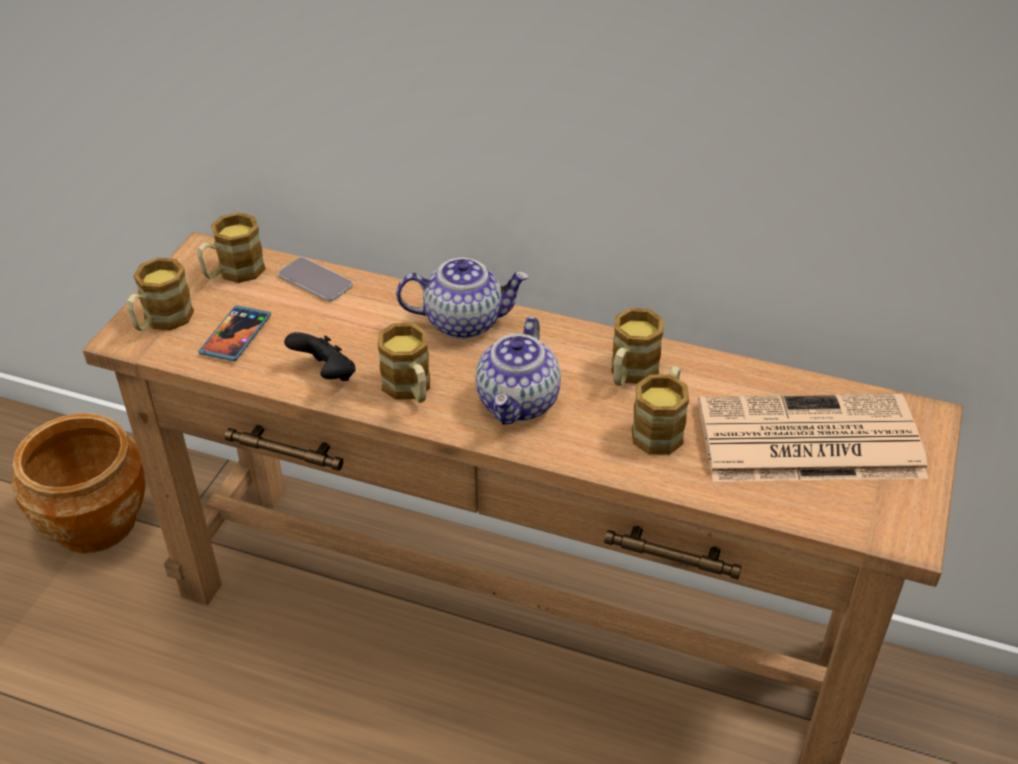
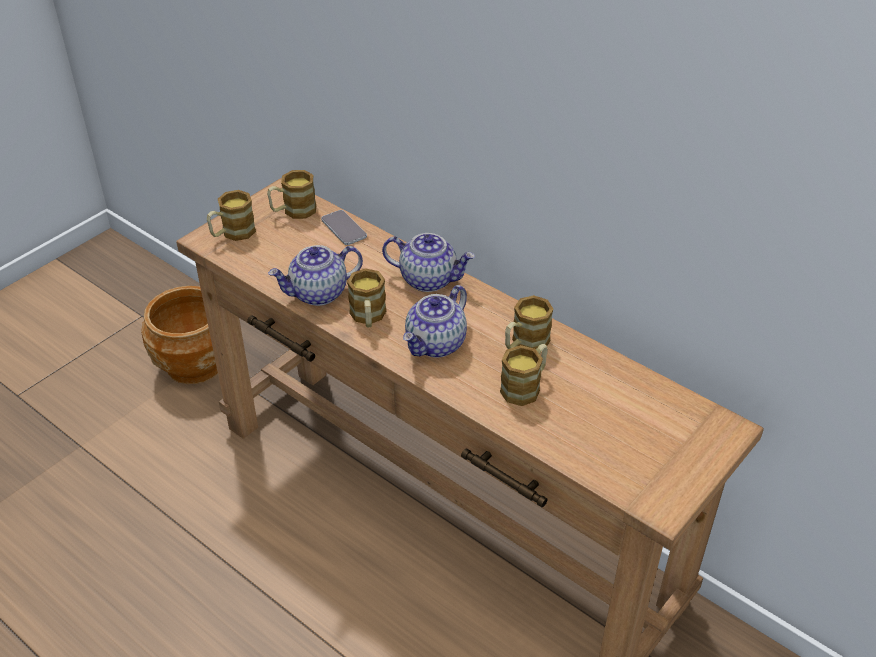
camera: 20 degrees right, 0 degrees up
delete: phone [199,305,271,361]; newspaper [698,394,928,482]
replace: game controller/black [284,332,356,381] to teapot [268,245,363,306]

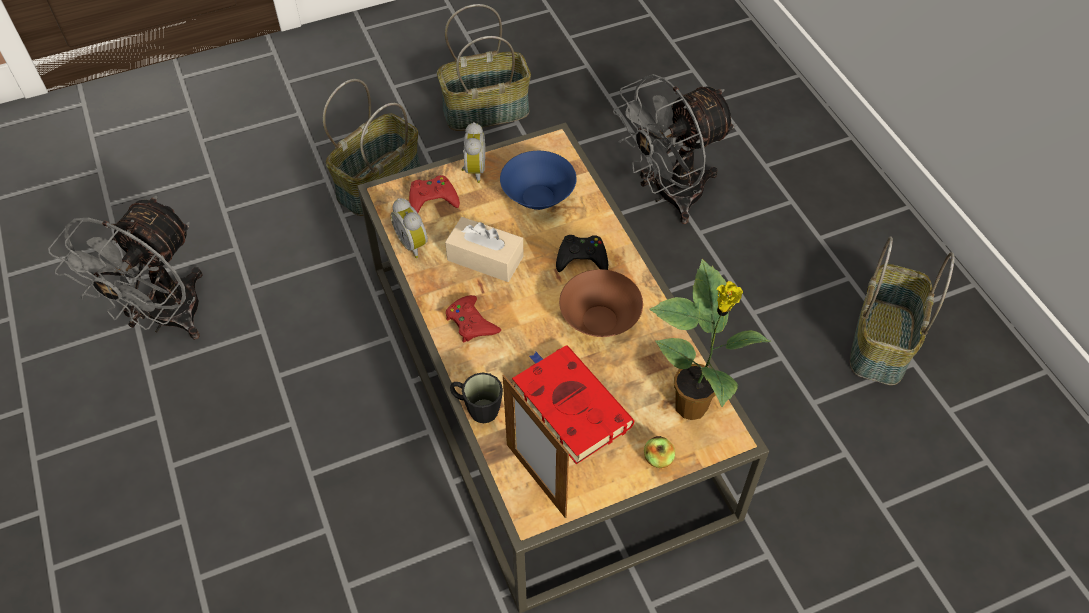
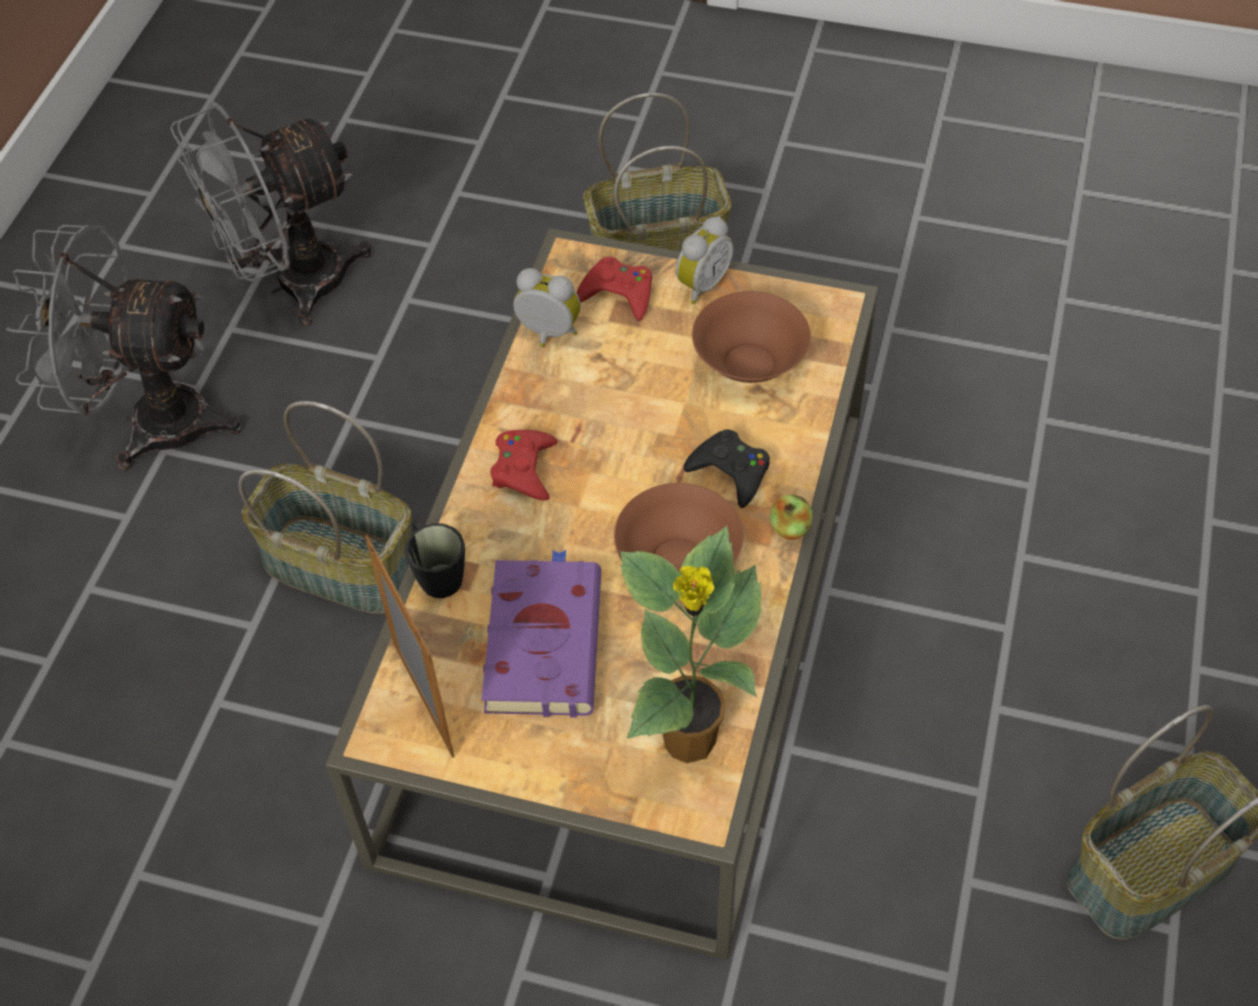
camera: 40 degrees right, 0 degrees up
delete: tissue box/beige [445,217,524,282]
move: fan/grey [613,74,737,224] to [6,225,242,470]; basket [437,4,531,131] to [239,401,412,614]; apple [644,436,675,468] to [770,495,813,540]
recolor: book/red [512,345,634,464] to book/purple [482,550,601,718]; bowl/blue [500,151,577,210] to bowl/brown [692,291,811,383]
rotate: picture frame [503,375,569,518] = [365,535,455,758] 150 degrees clockwise; alarm clock [391,198,428,258] = [513,268,581,347] 105 degrees clockwise

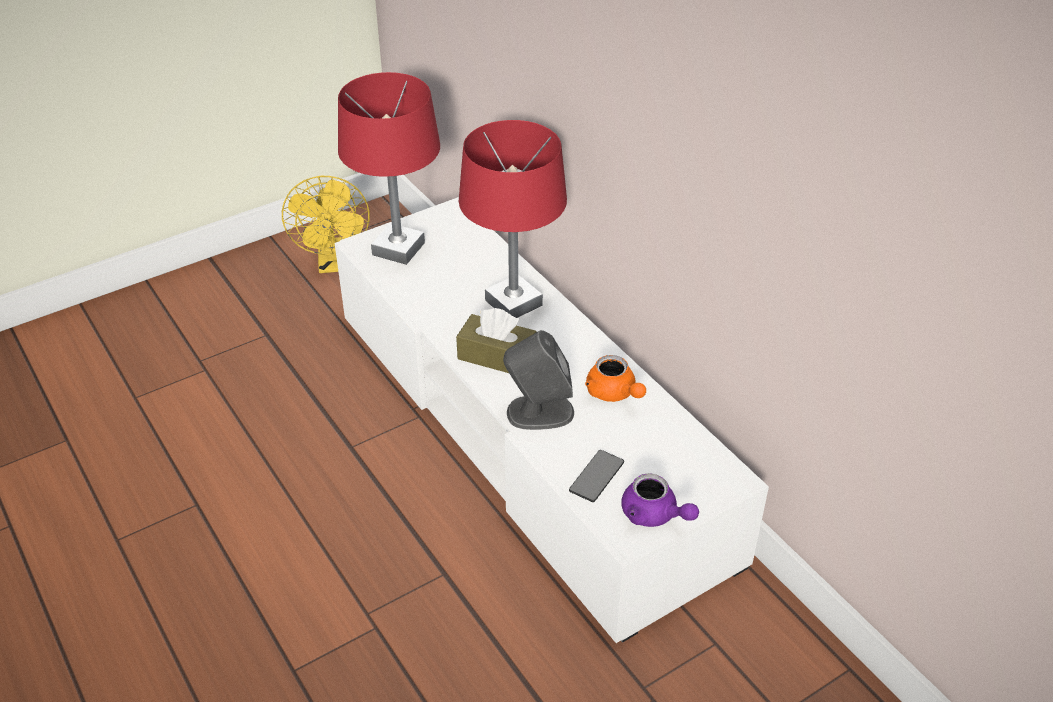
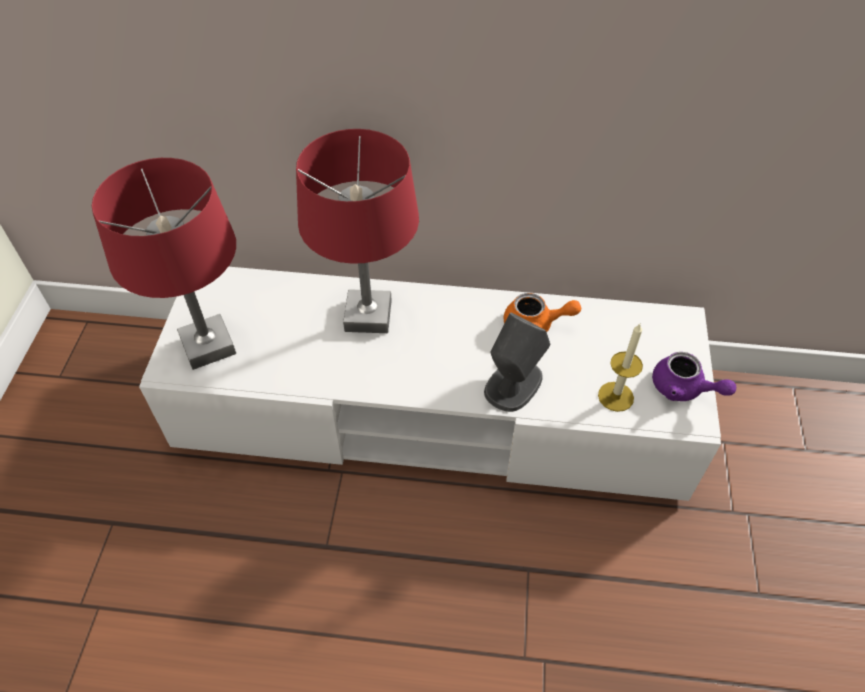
camera: 50 degrees left, 10 degrees up
delete: fan/yellow [282,176,370,273]; tissue box/brown [456,308,537,373]
replace: phone [569,450,624,502] to candle [598,324,643,412]
rotate: teapot/purple [621,473,699,527] = [652,352,736,401] 45 degrees clockwise

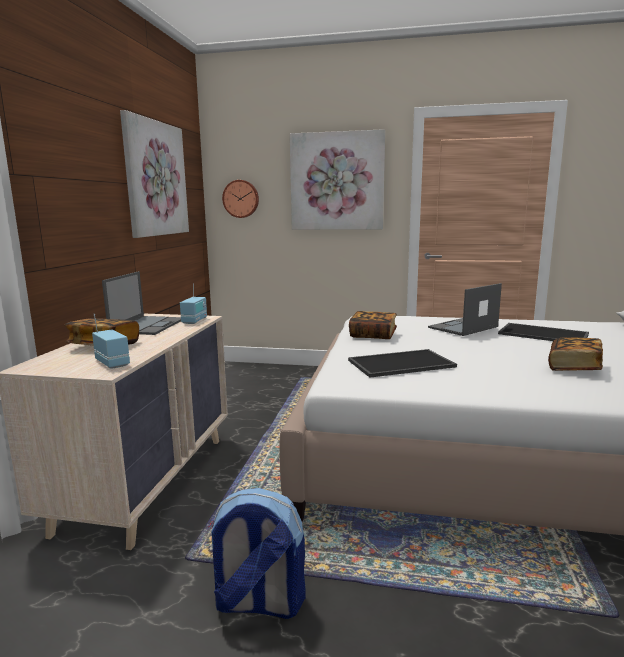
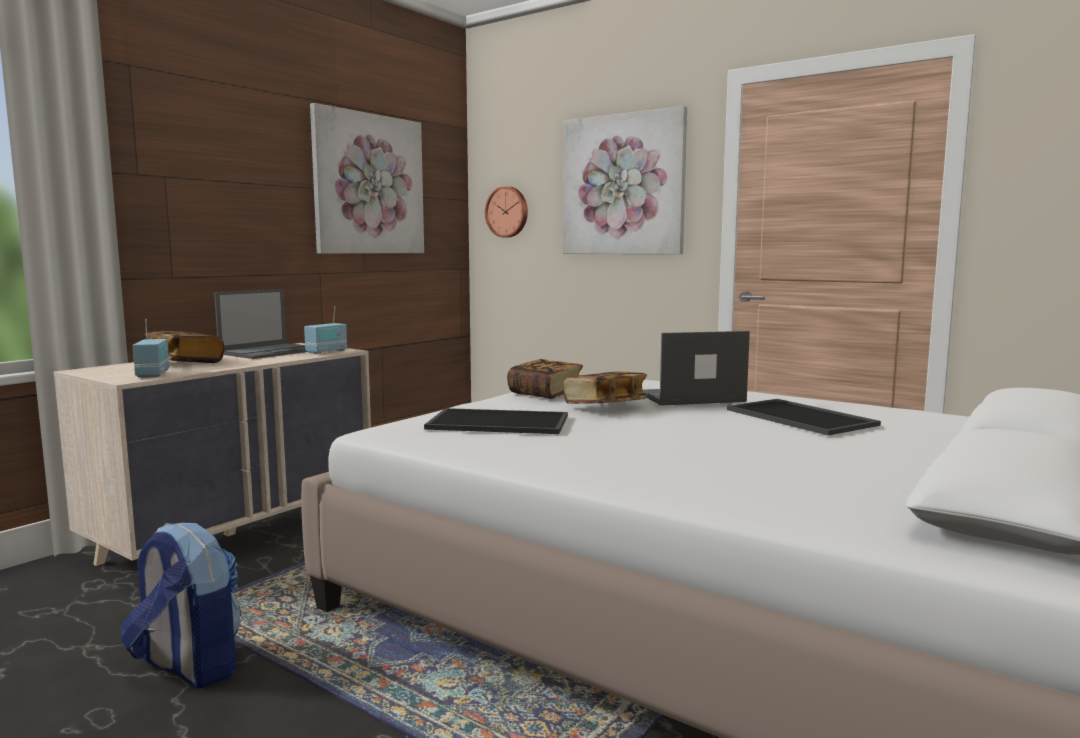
camera: 25 degrees right, 5 degrees down
move: book [548,338,603,371] to [563,372,648,404]

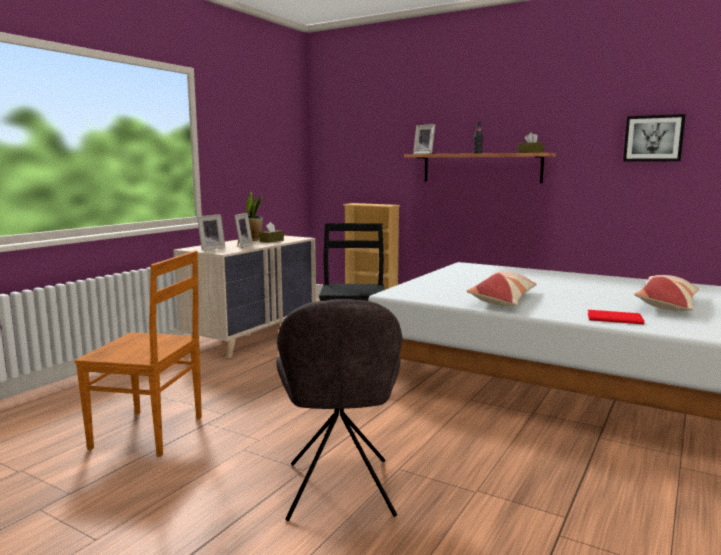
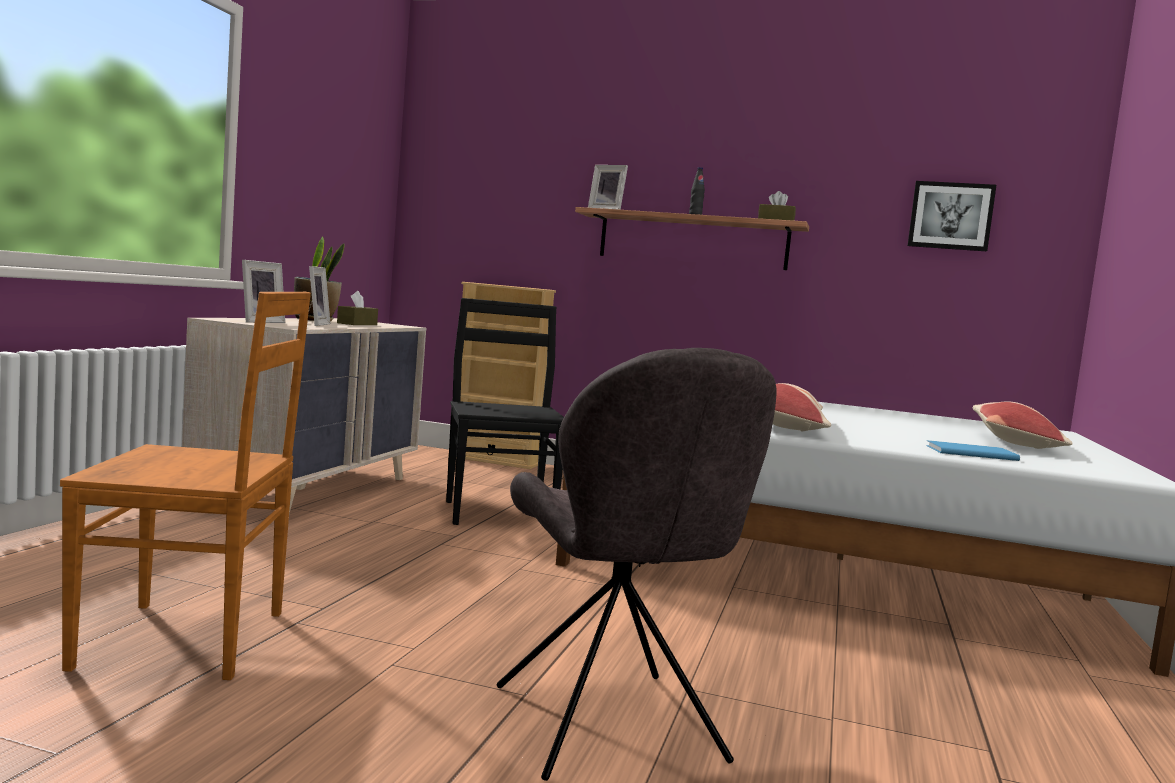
camera: 15 degrees left, 5 degrees down
recolor: book/red [588,310,644,324] to book/blue [926,440,1020,461]

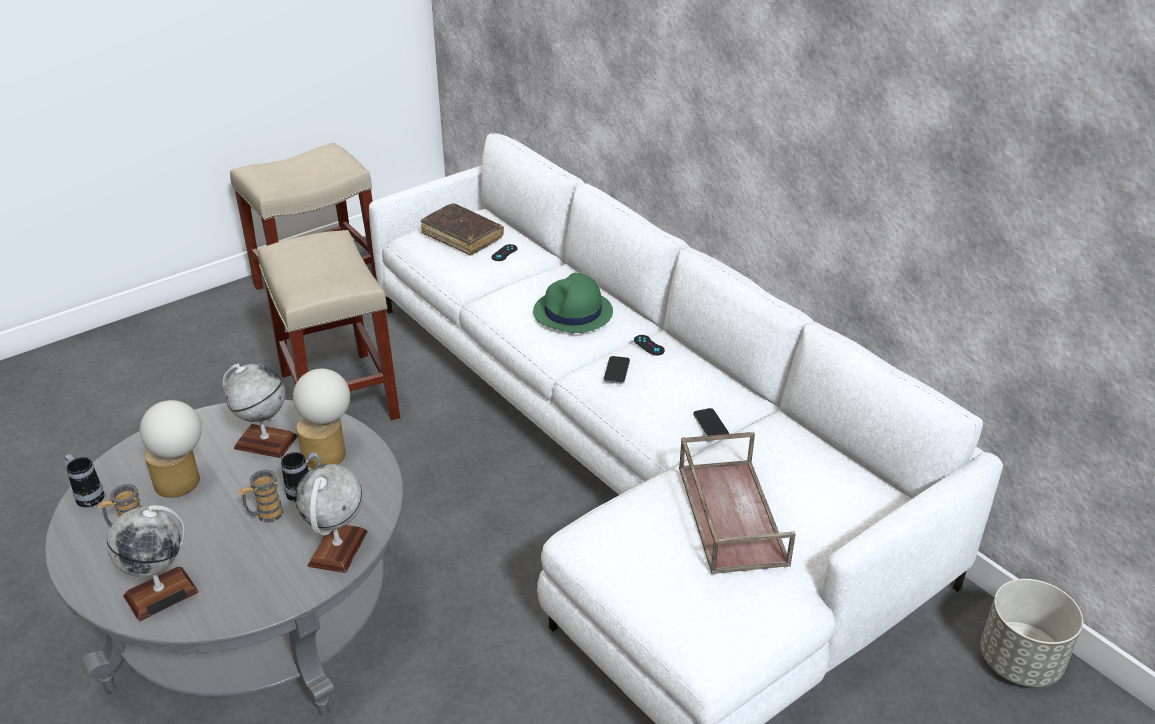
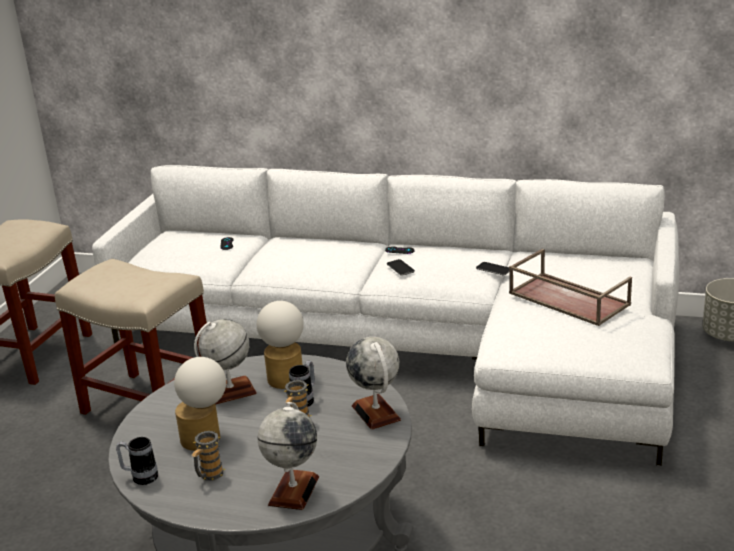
camera: 35 degrees left, 10 degrees down
delete: book/brown [421,203,504,256]; hat/green [533,273,613,333]

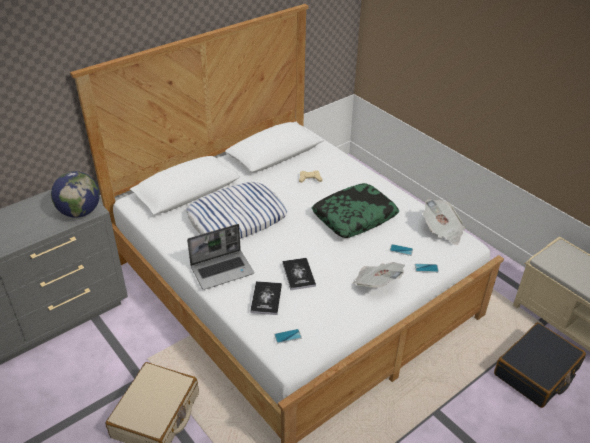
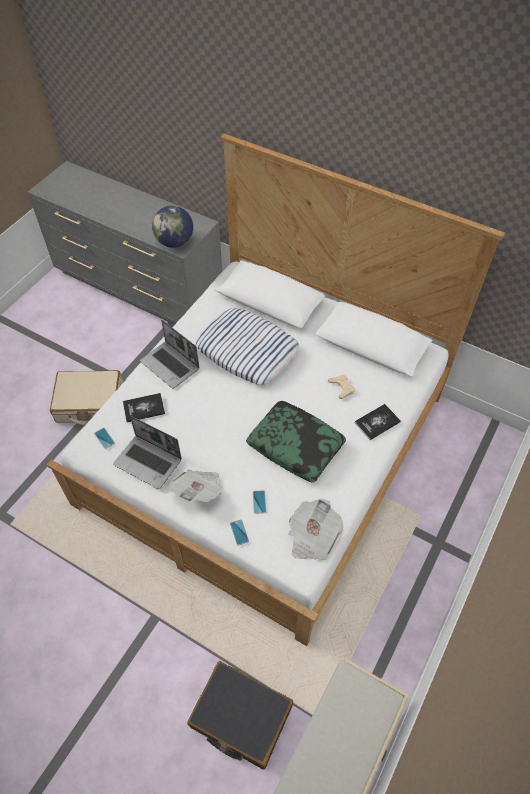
camera: 70 degrees right, 15 degrees up
insert: laptop [113,416,182,489]
move: book [282,258,316,290] to [355,404,401,440]

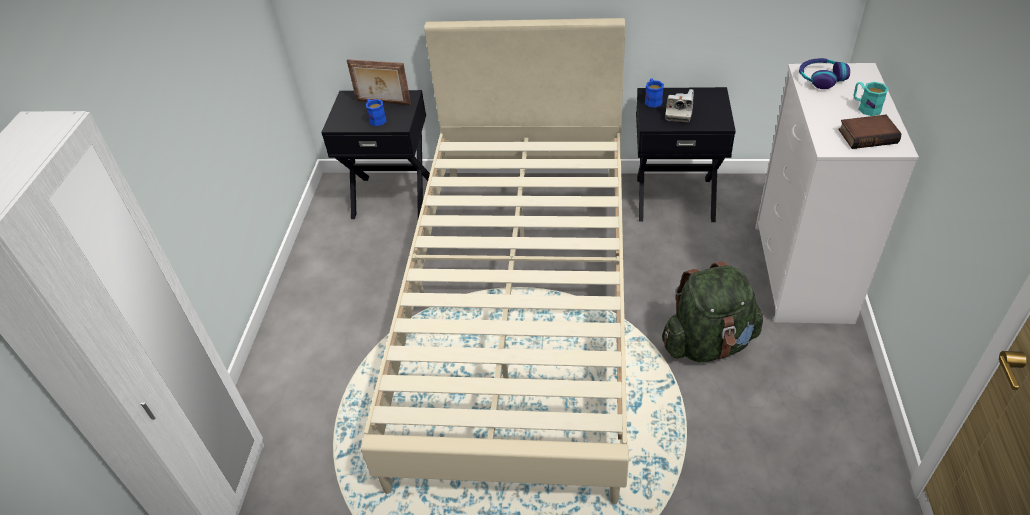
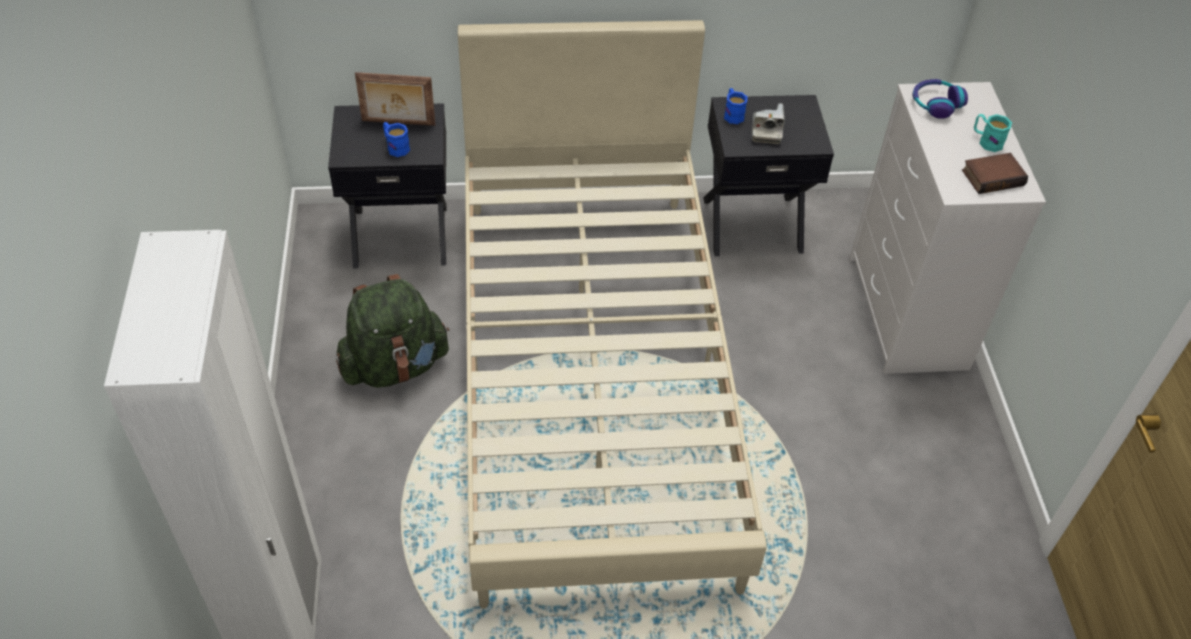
camera: 15 degrees left, 5 degrees up
move: backpack/green [662,261,763,362] to [336,274,450,388]

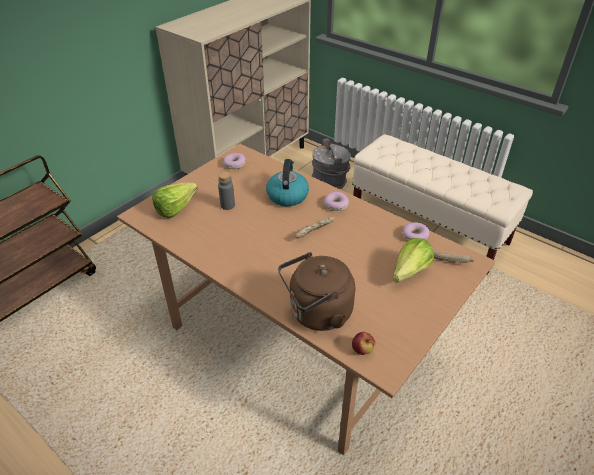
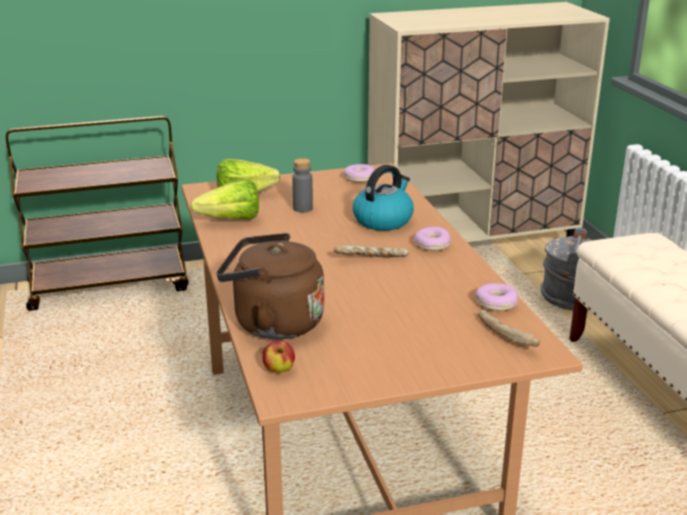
camera: 35 degrees right, 15 degrees down
move: lettuce [393,238,434,283] to [191,179,259,220]

